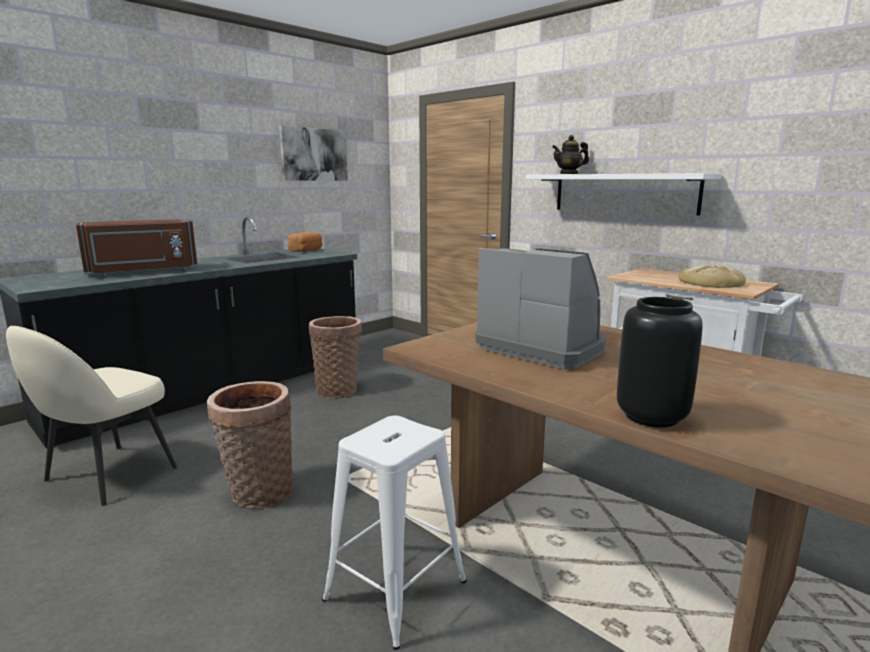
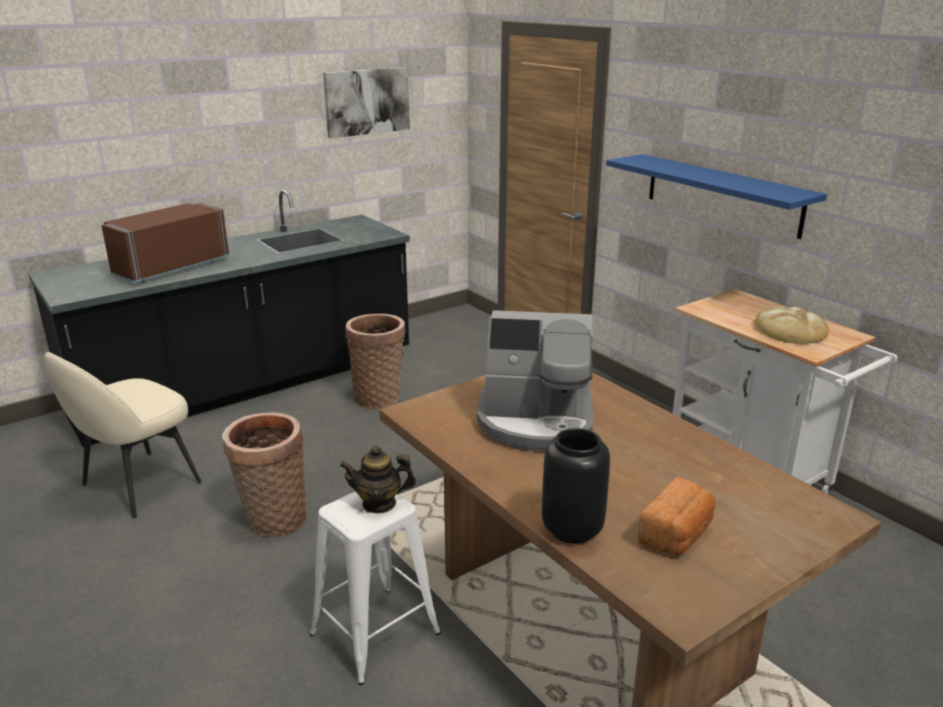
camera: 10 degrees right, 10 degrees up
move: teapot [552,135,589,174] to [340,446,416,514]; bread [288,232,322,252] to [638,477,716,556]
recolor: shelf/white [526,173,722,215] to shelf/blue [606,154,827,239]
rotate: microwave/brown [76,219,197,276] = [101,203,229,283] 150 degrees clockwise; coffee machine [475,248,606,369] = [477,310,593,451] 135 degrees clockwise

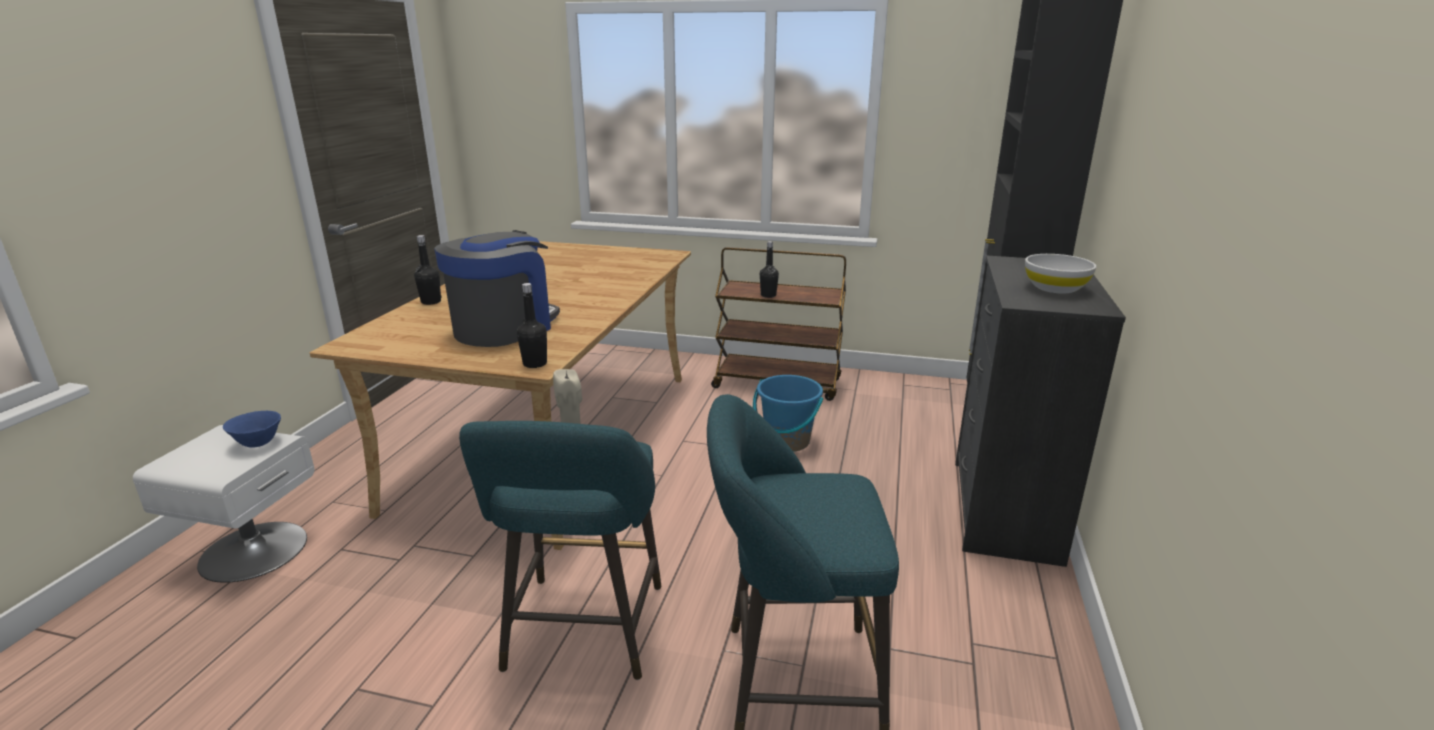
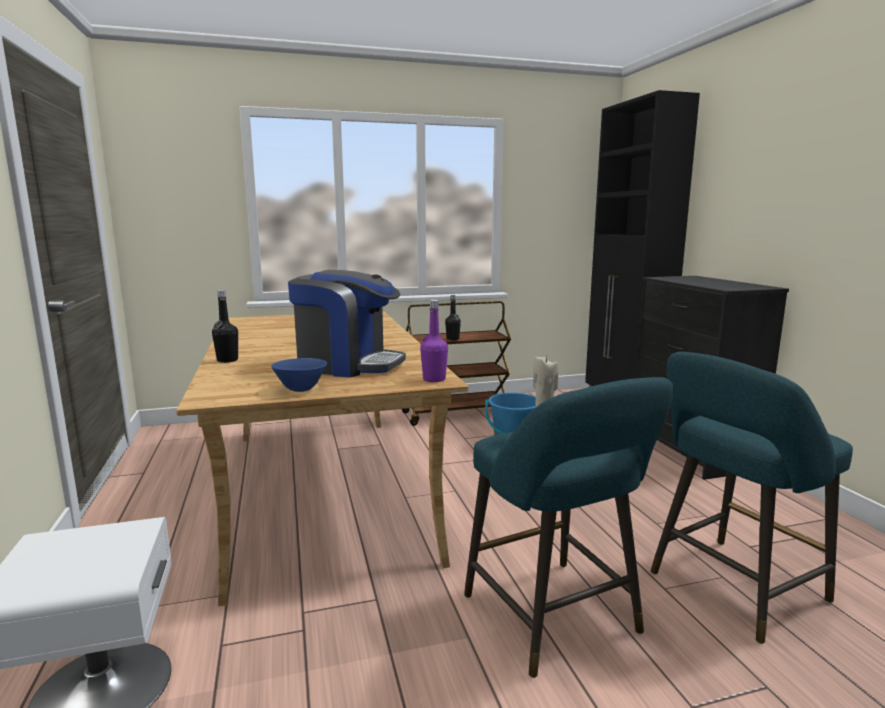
camera: 30 degrees left, 10 degrees down
delete: bowl/white [1025,254,1096,293]
move: bowl/blue [223,411,281,448] to [271,358,327,392]
recolor: bottle/black [517,283,547,368] to bottle/purple [420,300,448,382]
rotate: coffee machine [434,230,560,347] = [288,270,406,378] 105 degrees clockwise

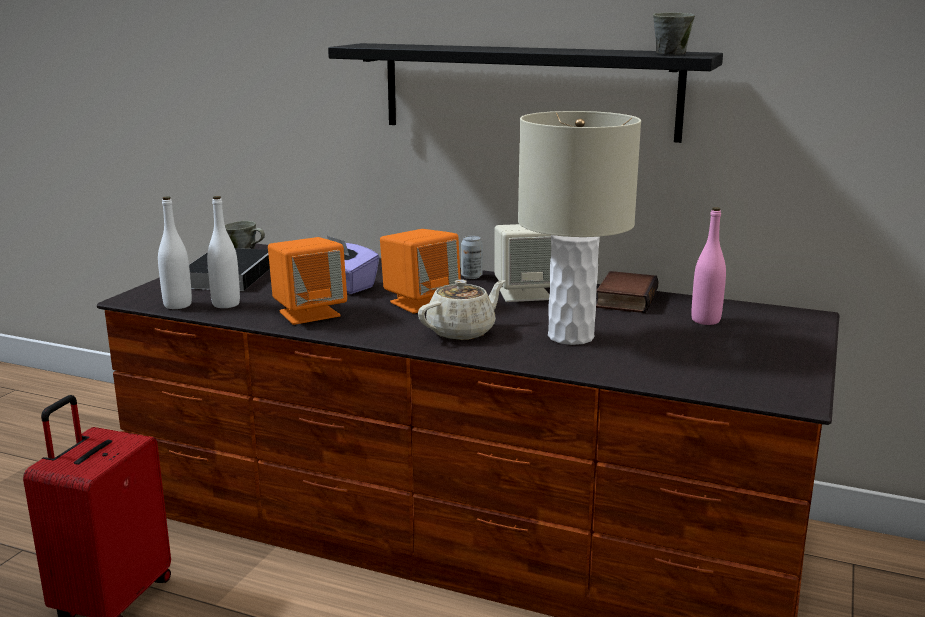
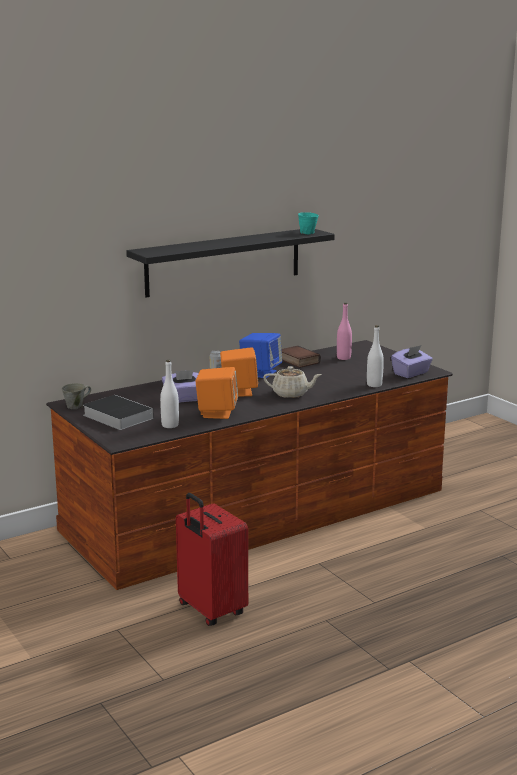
camera: 55 degrees left, 0 degrees up
delete: table lamp/beige [518,111,641,345]
insert: tissue box/purple [391,345,433,378]
move: bottle/white [158,196,192,309] to [367,325,384,387]
recolor: speaker/beige [494,224,551,302] to speaker/blue [239,333,282,378]; mug/grey [653,12,695,55] to mug/turquoise [298,212,319,234]
rotate: teapot/beige [418,279,505,340] = [263,366,322,398] 105 degrees clockwise

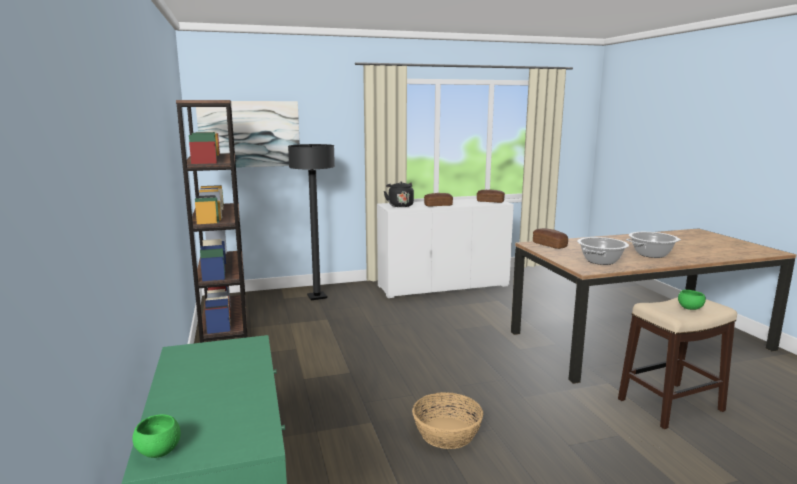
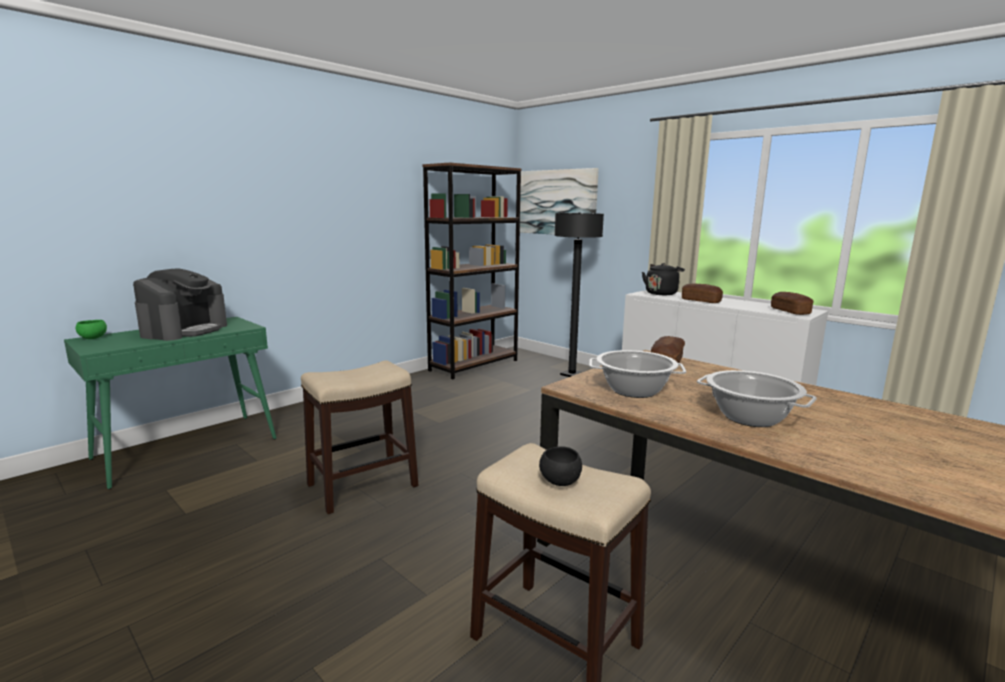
camera: 60 degrees right, 0 degrees up
insert: coffee machine [133,268,227,341]
replace: basket [412,392,484,449] to stool [301,360,418,514]
recolor: bowl/green [678,290,706,310] to bowl/black [539,446,582,486]

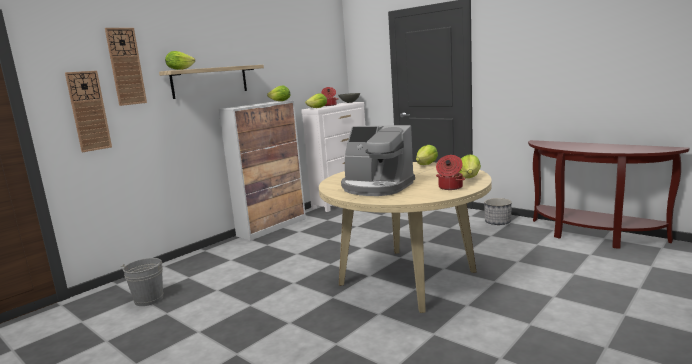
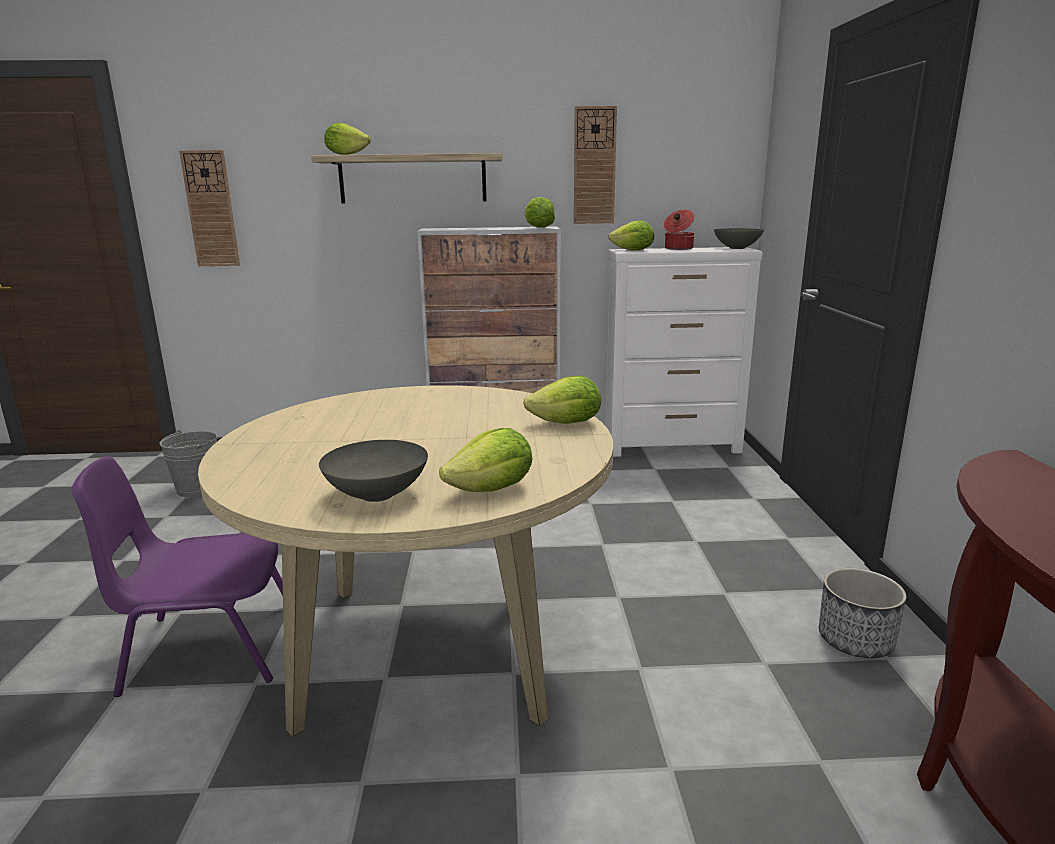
camera: 45 degrees right, 5 degrees up
delete: coffee machine [341,125,415,196]
insert: chair/purple [71,456,283,697]
move: wall clock [105,28,147,106] to [574,106,617,224]
replace: cooking pot [436,155,465,190] to bowl/grey [319,440,428,502]

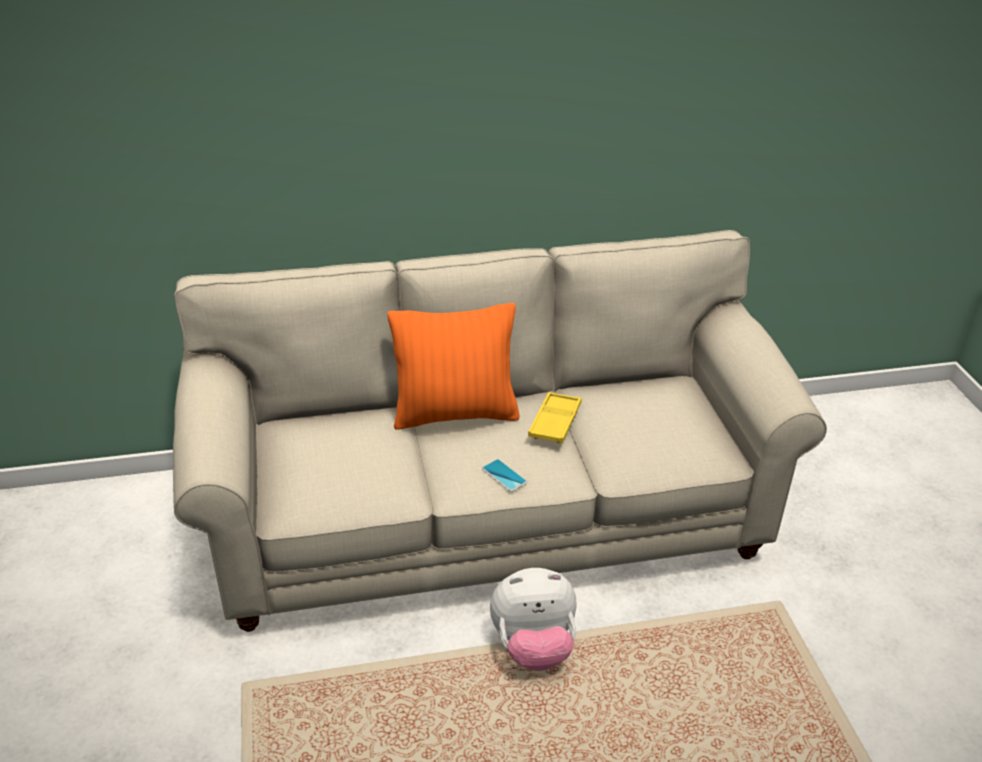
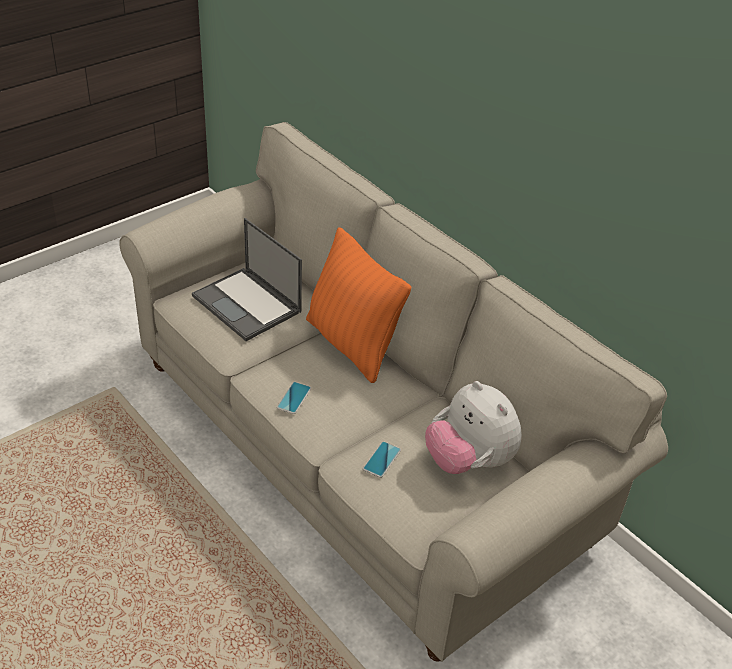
camera: 60 degrees right, 5 degrees up
delete: tray/yellow [528,392,582,444]
insert: laptop [192,218,302,341]; phone [363,441,401,478]
move: plush toy [490,568,577,671] to [425,381,522,474]

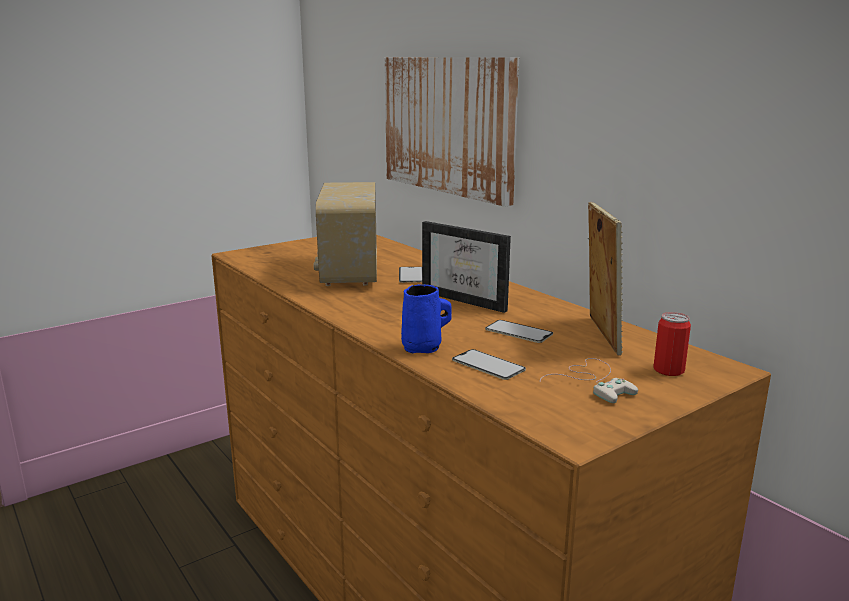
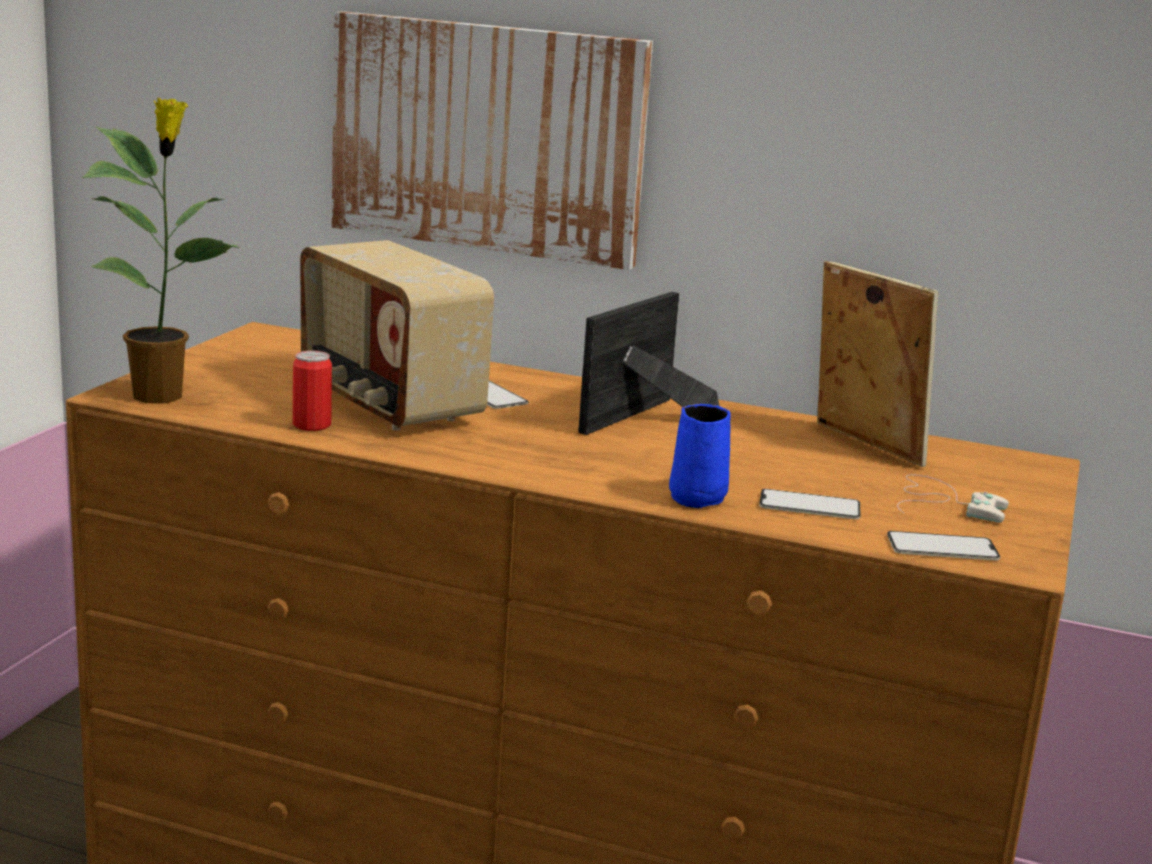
camera: 35 degrees left, 0 degrees up
insert: potted plant [82,98,240,404]
move: can [653,312,691,376] to [293,351,332,431]; phone [485,320,553,343] to [887,531,1000,561]
rotate: picture frame [422,221,511,313] = [578,292,719,435] 120 degrees clockwise

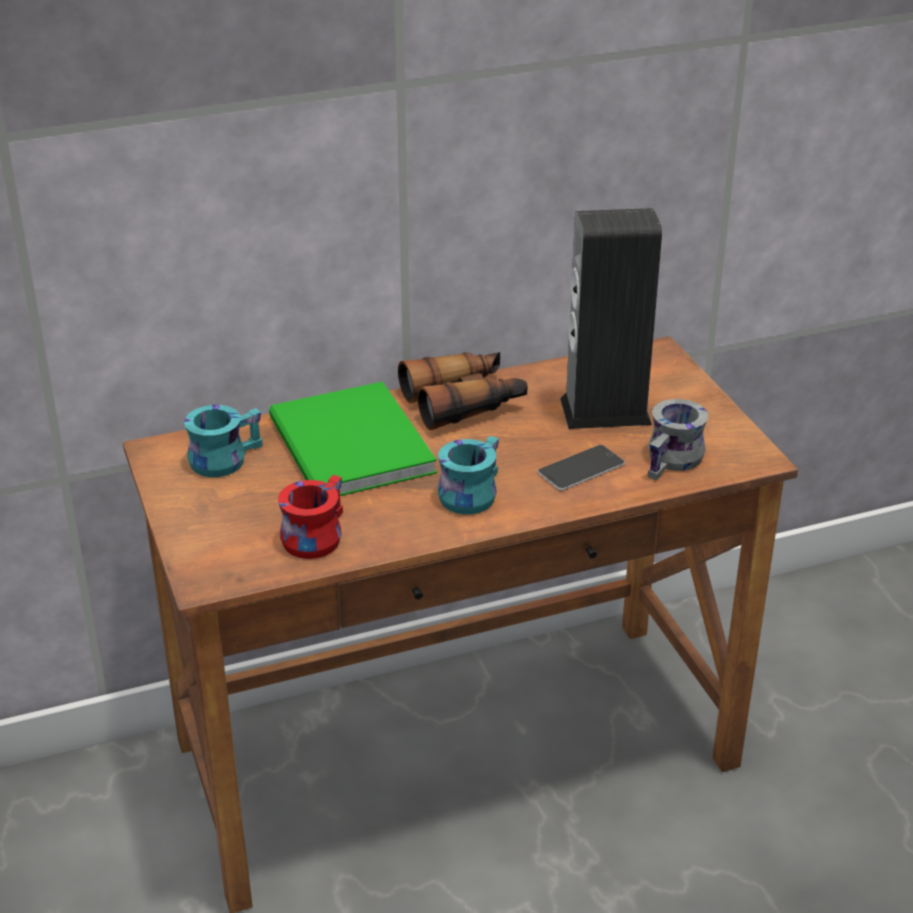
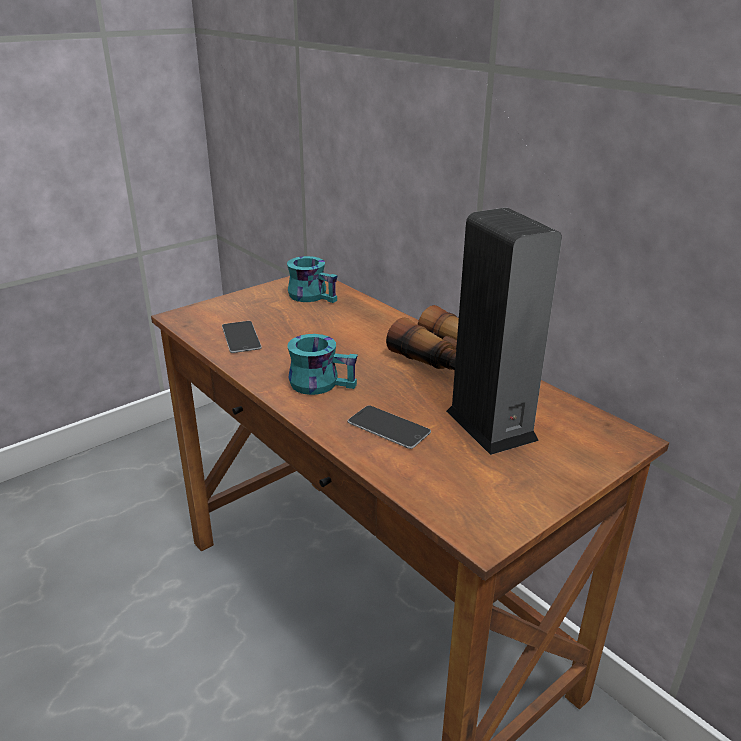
camera: 70 degrees right, 5 degrees down
delete: book/green [269,382,437,496]; mug/grey [648,399,708,481]
replace: mug/red [278,475,343,559] to phone [222,321,262,353]

